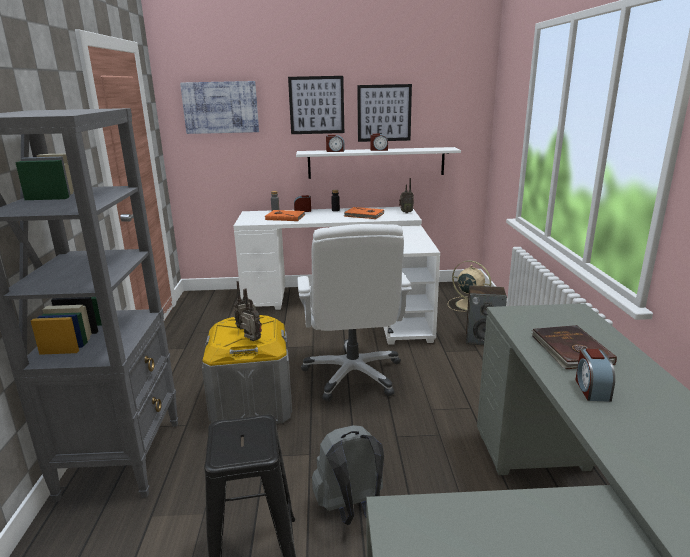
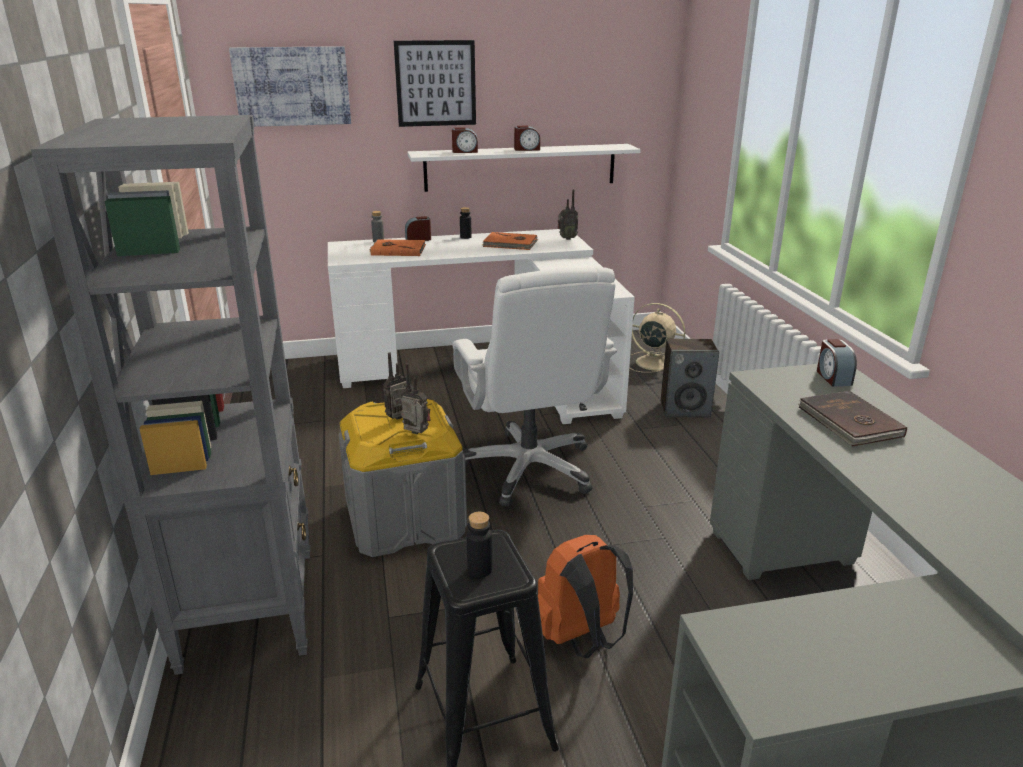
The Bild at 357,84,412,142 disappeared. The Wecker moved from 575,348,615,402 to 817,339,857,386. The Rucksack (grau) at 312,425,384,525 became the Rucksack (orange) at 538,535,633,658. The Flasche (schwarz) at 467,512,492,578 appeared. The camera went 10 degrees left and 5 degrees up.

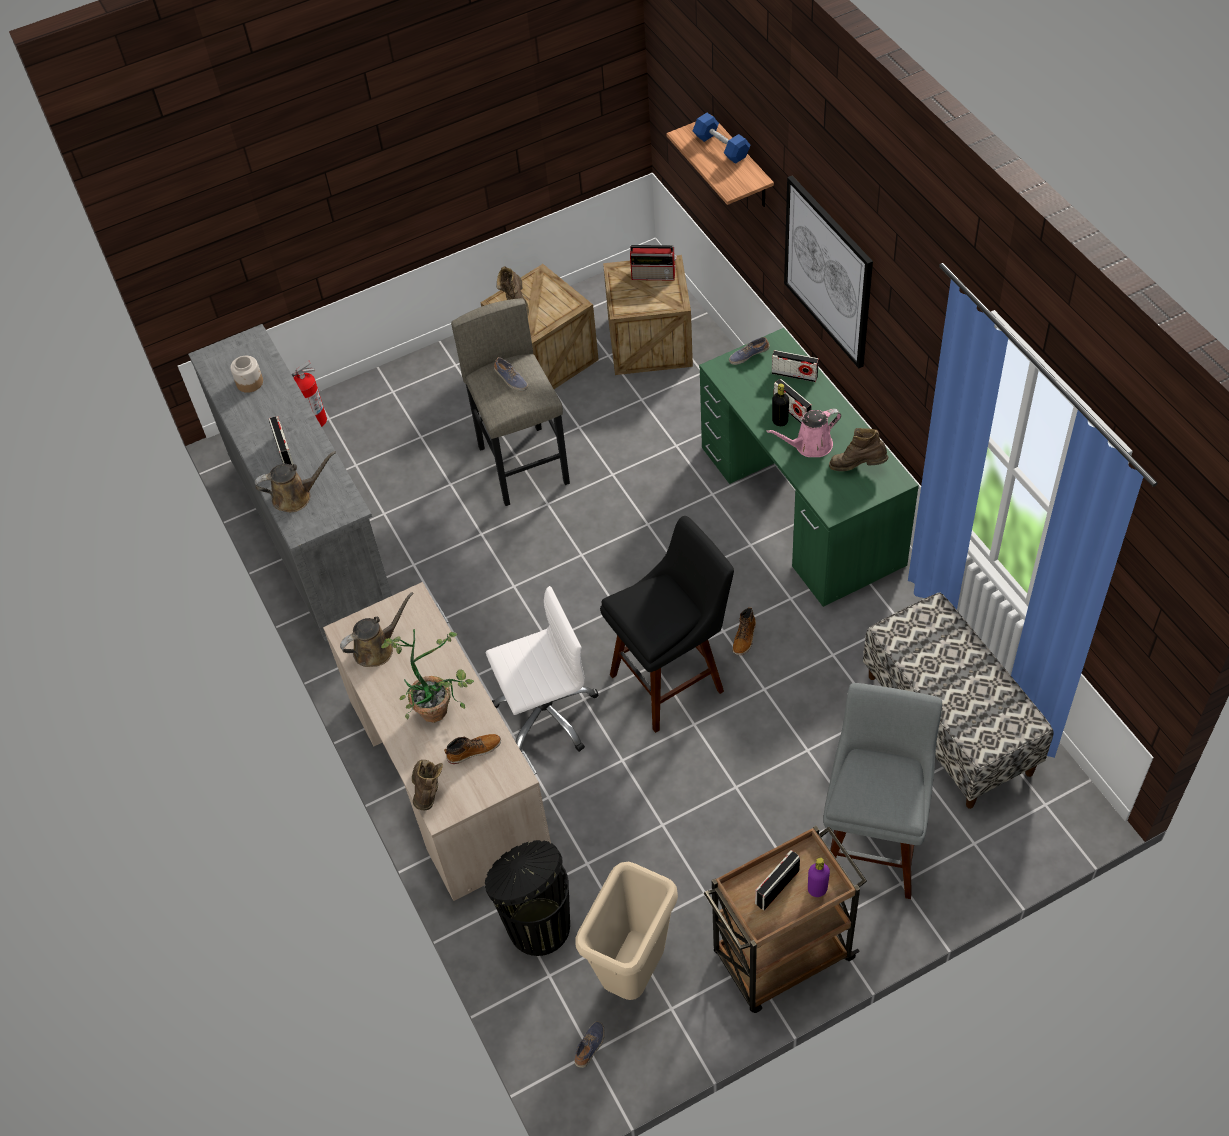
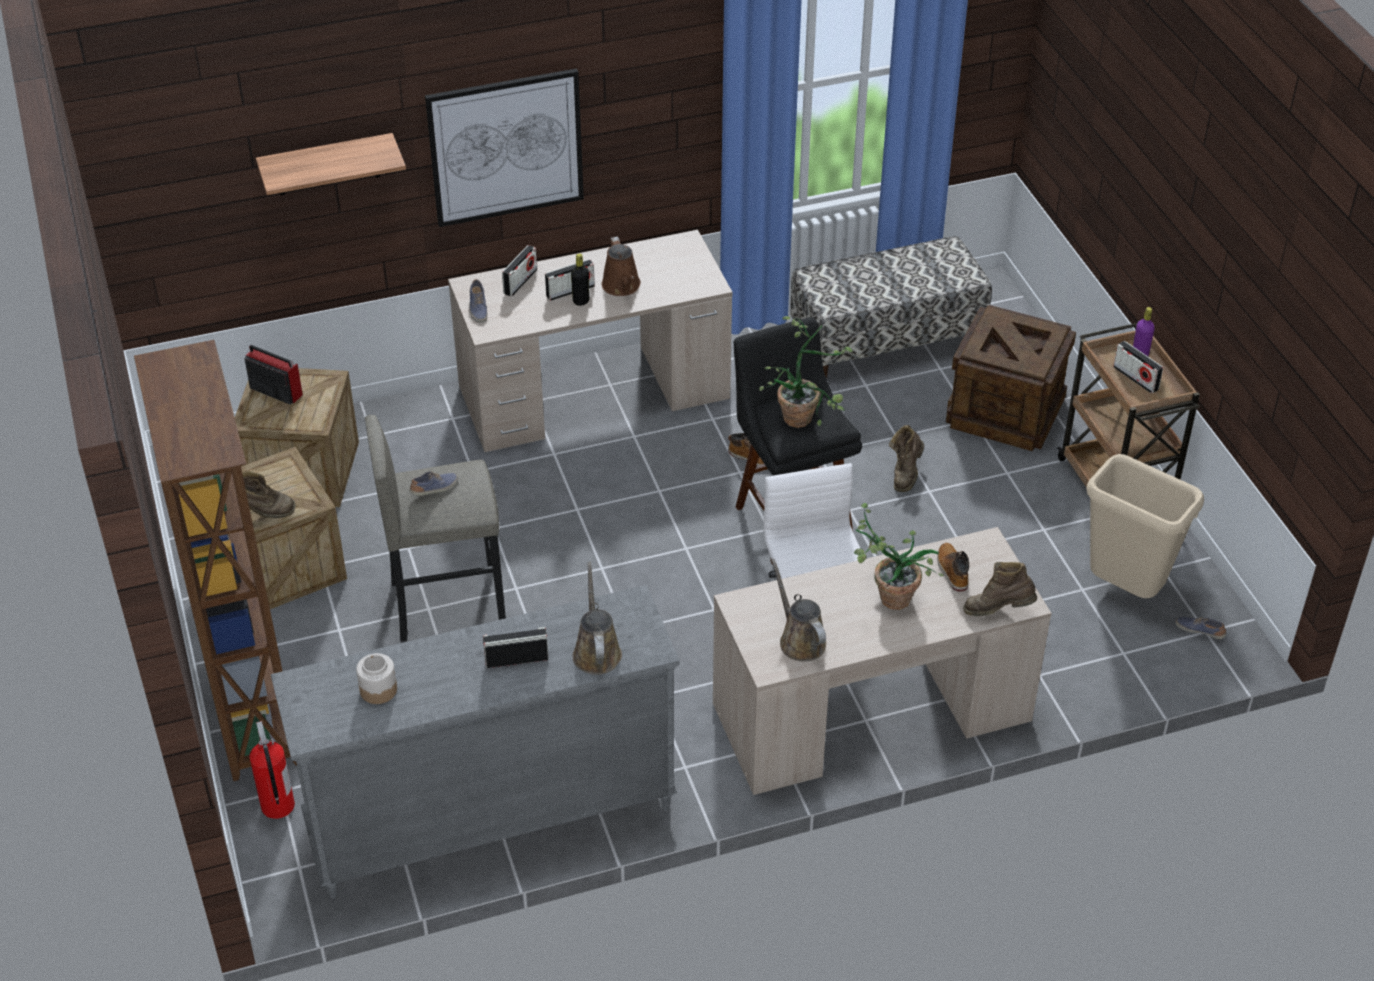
The Hantel (blau) at 693,113,750,164 disappeared. The Radio at 630,245,677,281 turned 75 degrees counterclockwise. The Schreibtisch (grün) at 699,328,919,607 became the Schreibtisch (beige) at 448,230,733,452. The Gießkanne (rosa) at 767,409,841,457 became the Gießkanne (braun) at 602,237,641,296. The Stiefel (braun) moved from 829,428,888,471 to 889,425,924,492. The Hocker (grau) at 823,683,942,899 was replaced by the Kiste at 946,305,1076,451. The Mülleimer (schwarz) at 485,840,570,956 disappeared. The Topfpflanze at 759,316,853,428 appeared. The Bücherregal (braun) at 134,340,297,781 appeared. The camera went 85 degrees left and 10 degrees down.

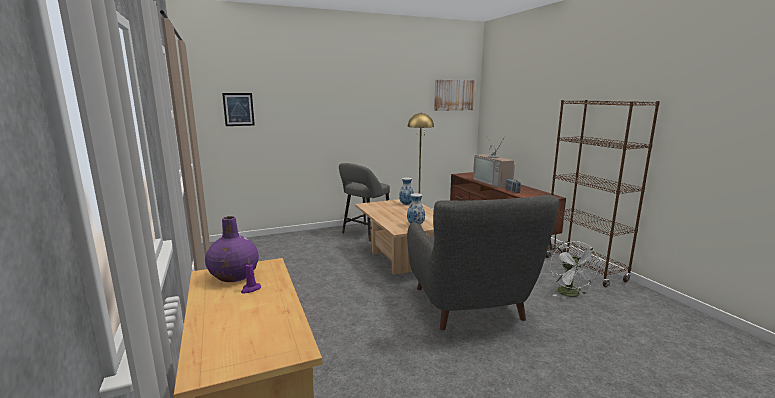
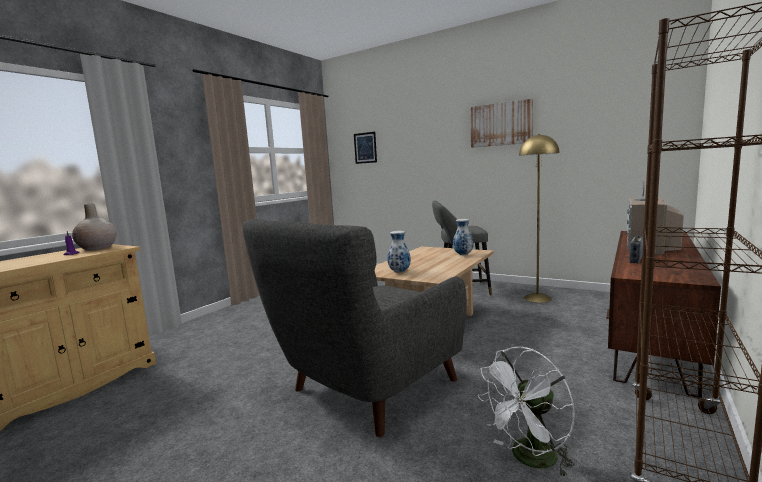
The Bild moved from 434,80,475,111 to 470,99,533,148. The Vase (lila) at 205,216,259,282 became the Vase (beige) at 72,203,117,251. The camera went 55 degrees right and 5 degrees down.

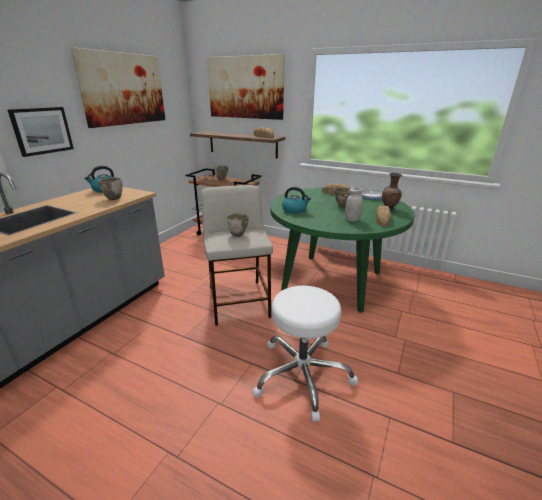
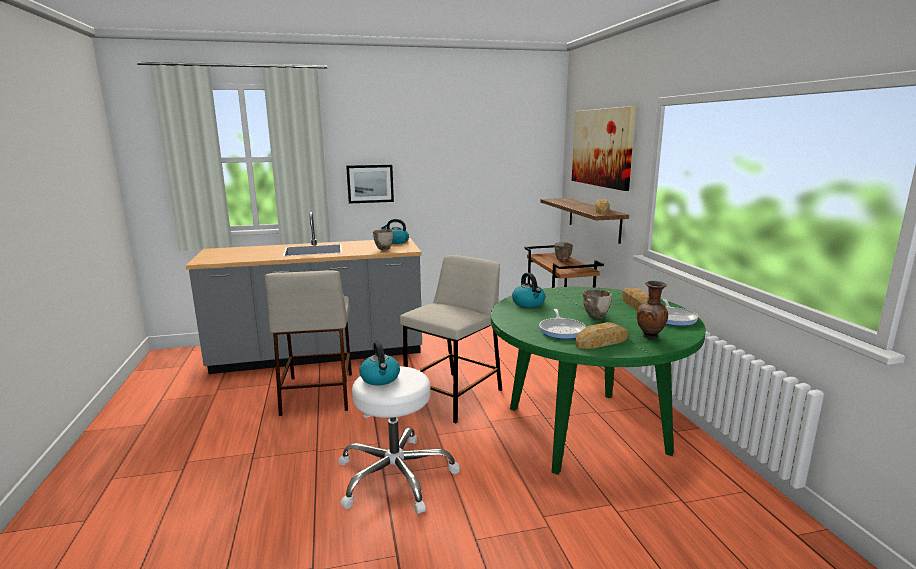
The Bild at 71,47,165,128 disappeared. The Vorratsglas (weiß) at 345,188,363,221 was replaced by the Pfanne at 539,309,586,339. The Schüssel at 227,213,249,237 disappeared. The Hocker (beige) at 265,270,352,416 appeared. The Wasserkessel at 359,341,400,385 appeared. The camera went 50 degrees right and 10 degrees down.

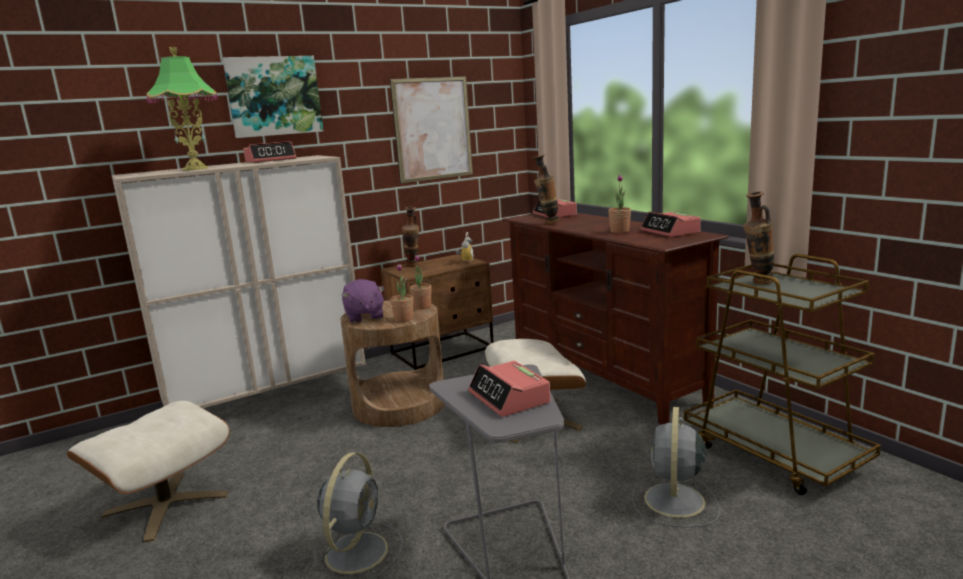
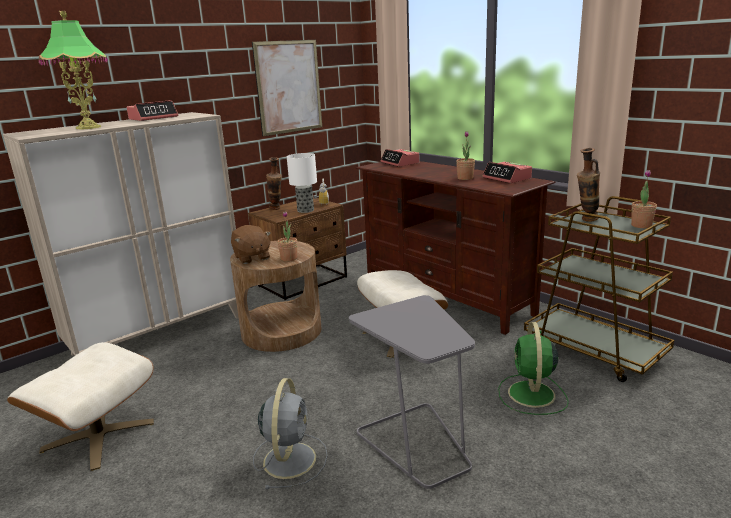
The Bild at 223,56,323,138 disappeared. The Vase at 533,155,560,224 disappeared. The Topfpflanze moved from 410,255,431,309 to 631,170,657,228. The Plüschtier (lila) at 342,279,385,323 became the Plüschtier (braun) at 231,225,271,264. The Wecker at 468,361,551,417 disappeared. The Ventilator (grau) at 632,407,720,528 became the Ventilator (grün) at 498,322,569,415. The Tischlampe at 287,153,317,213 appeared. The camera went 10 degrees left and 5 degrees up.

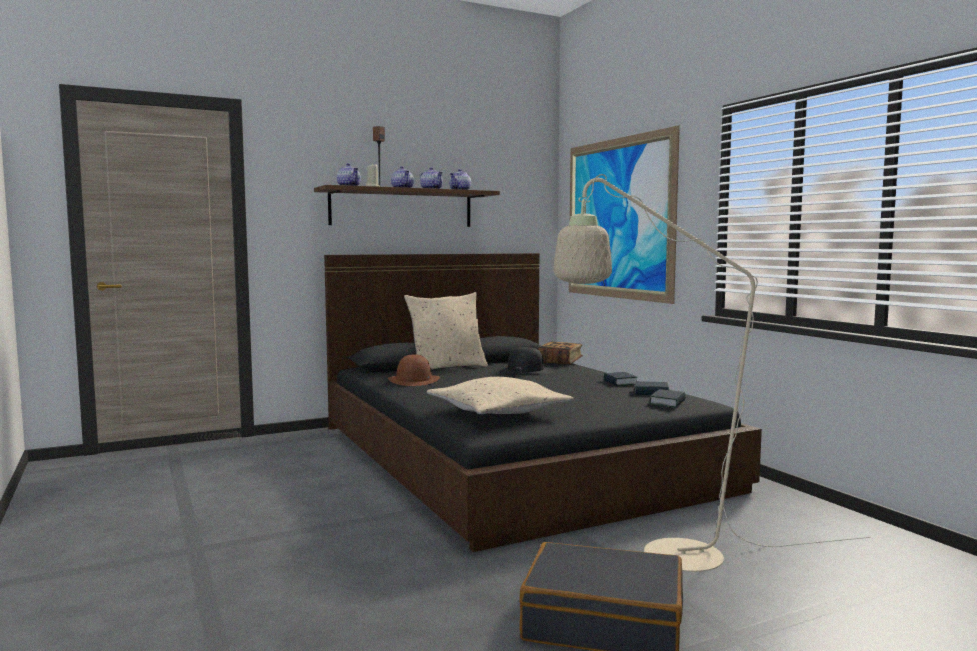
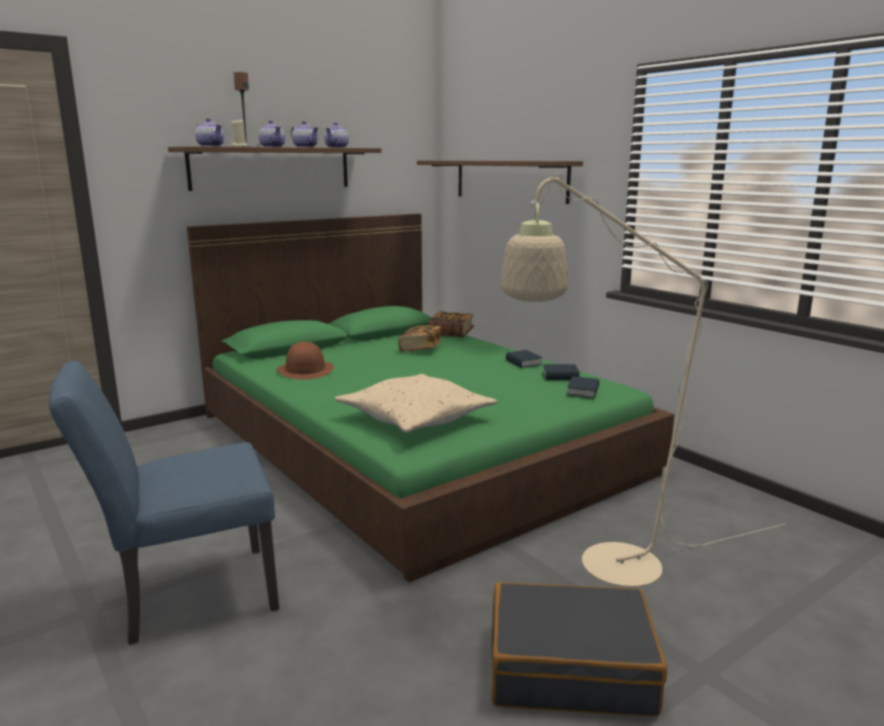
The Bild at 569,125,680,304 was replaced by the Wandregal at 417,160,583,204. The Bett (schwarz) at 324,253,762,552 became the Bett (grün) at 187,213,675,582. The Kissen (beige) at 404,292,488,369 disappeared. The Hut (schwarz) at 500,347,552,374 was replaced by the Buch at 398,325,442,352. The Stuhl (blau) at 49,361,279,645 appeared. The camera went 10 degrees left and 10 degrees up.

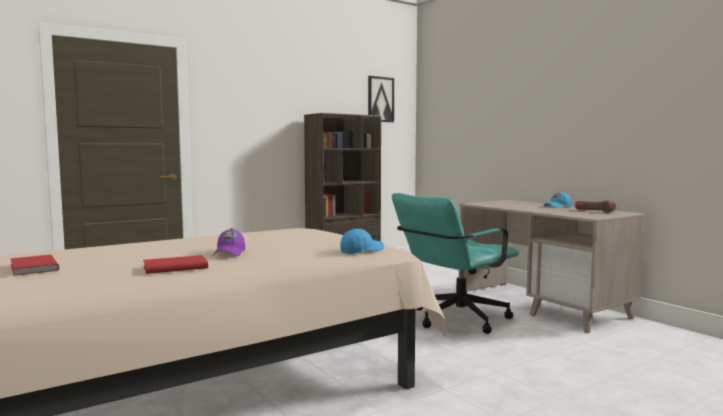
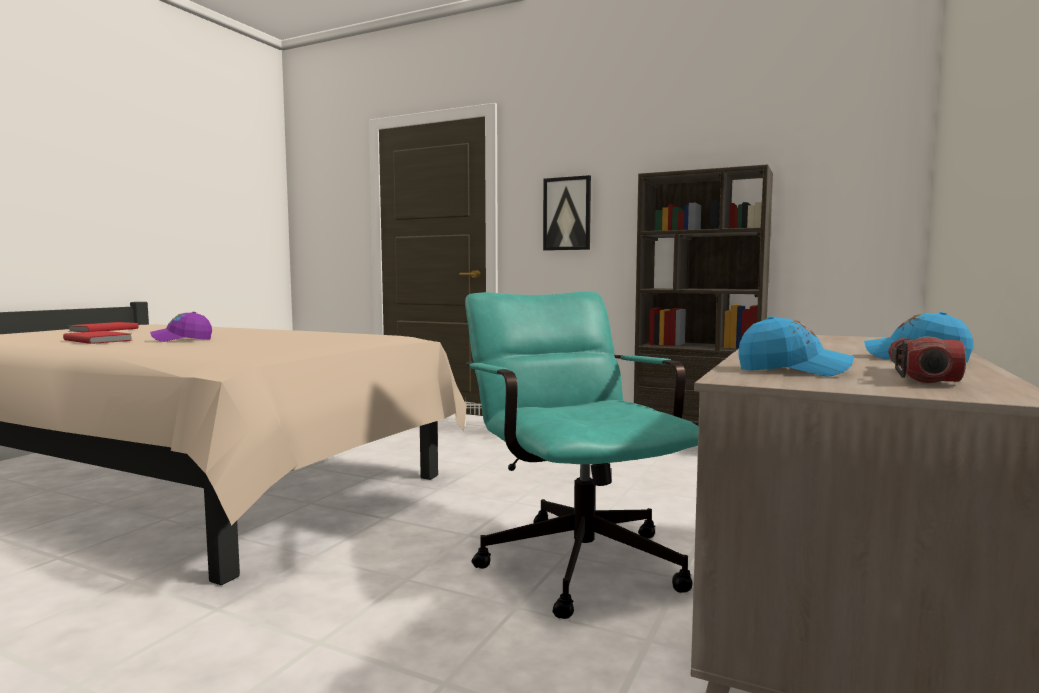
The Bild moved from 368,76,394,122 to 543,175,591,251. The Bürostuhl (türkis) at 392,193,519,334 turned 45 degrees clockwise. The Kappe (blau) moved from 340,228,384,254 to 738,316,855,377. The camera went 60 degrees right and 0 degrees up.

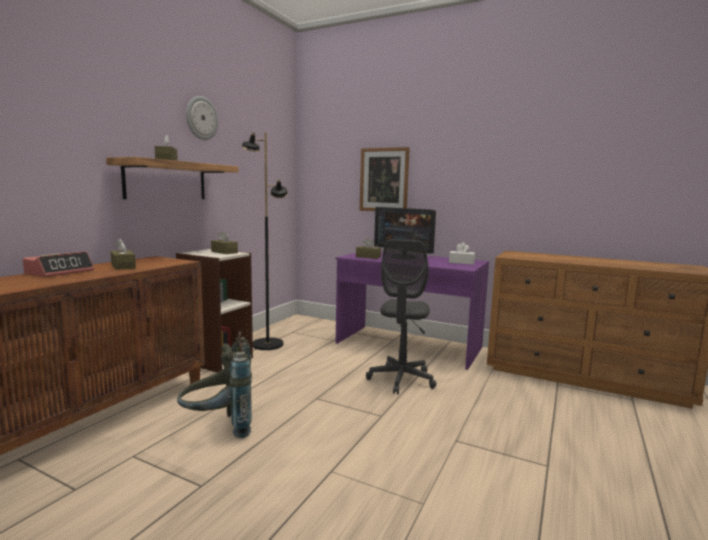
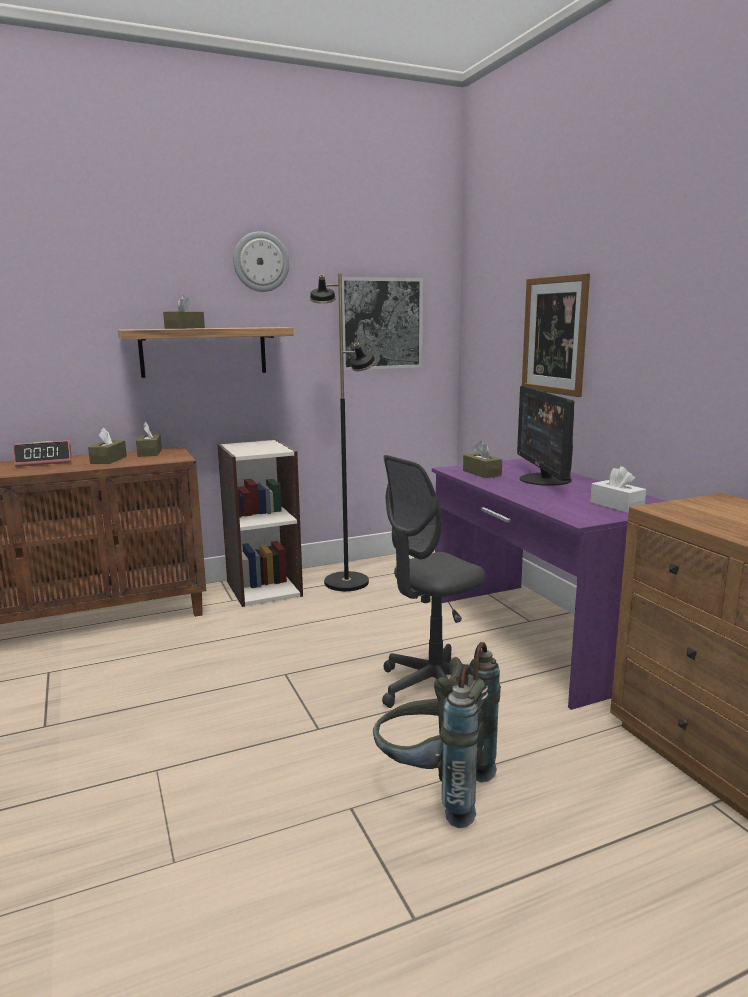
The Taschentuchbox (braun) moved from 211,230,238,254 to 136,422,162,457. The Rucksack (grau) moved from 177,331,252,438 to 373,642,501,828. The Bild at 342,277,423,370 appeared. The camera went 40 degrees right and 5 degrees up.

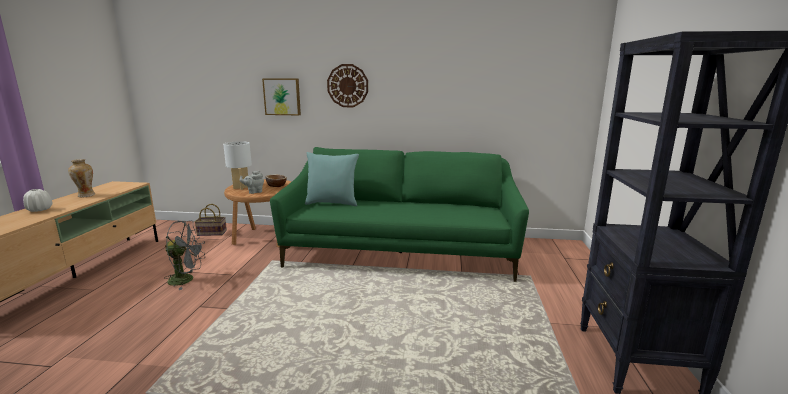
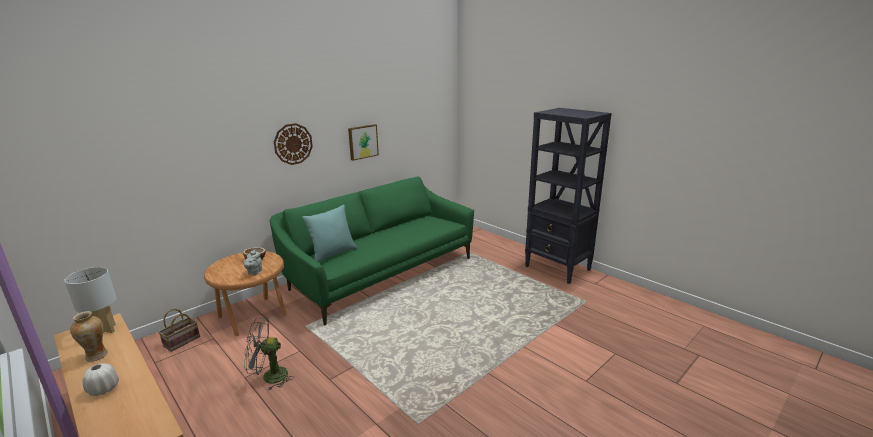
The Bild moved from 262,78,301,115 to 348,124,379,161. The Tischlampe (weiß) moved from 223,141,252,190 to 64,267,116,333. The Ventilator (grau) at 165,221,205,290 turned 135 degrees counterclockwise. The camera went 50 degrees left and 5 degrees up.

